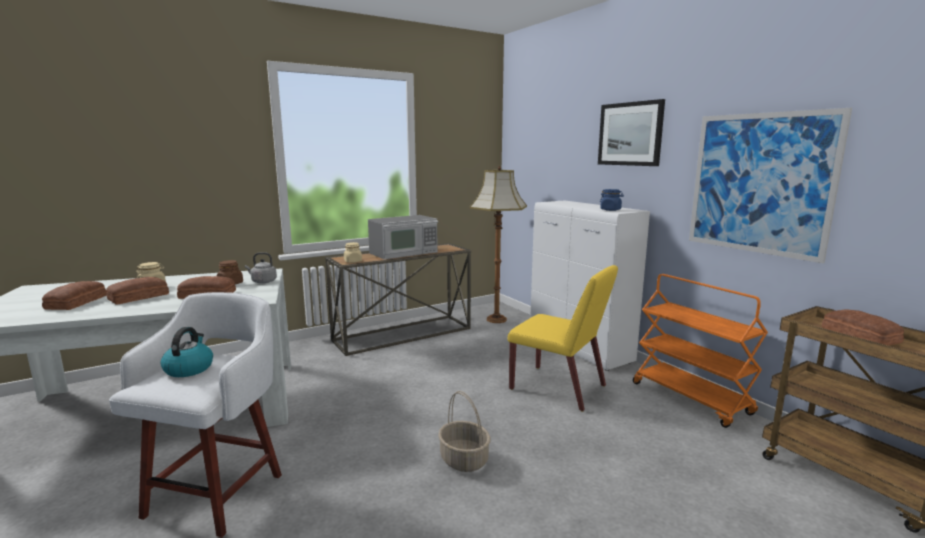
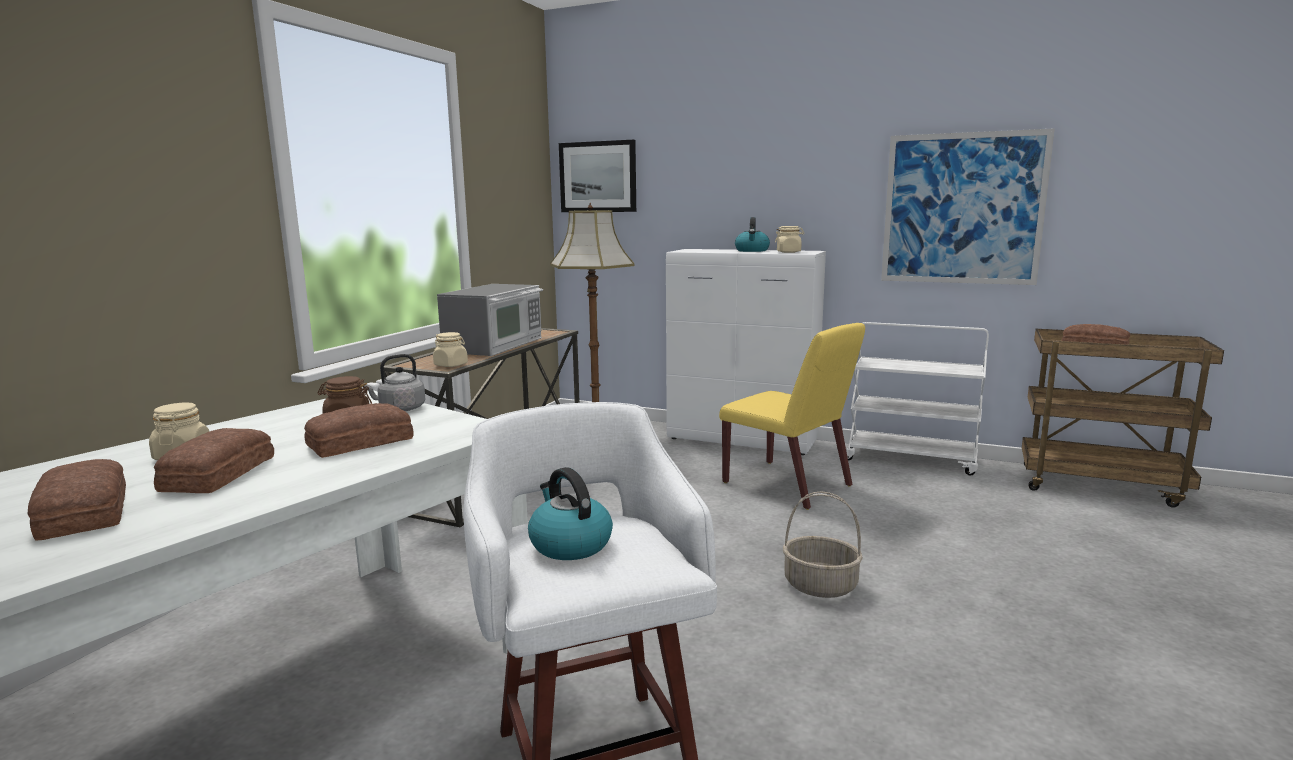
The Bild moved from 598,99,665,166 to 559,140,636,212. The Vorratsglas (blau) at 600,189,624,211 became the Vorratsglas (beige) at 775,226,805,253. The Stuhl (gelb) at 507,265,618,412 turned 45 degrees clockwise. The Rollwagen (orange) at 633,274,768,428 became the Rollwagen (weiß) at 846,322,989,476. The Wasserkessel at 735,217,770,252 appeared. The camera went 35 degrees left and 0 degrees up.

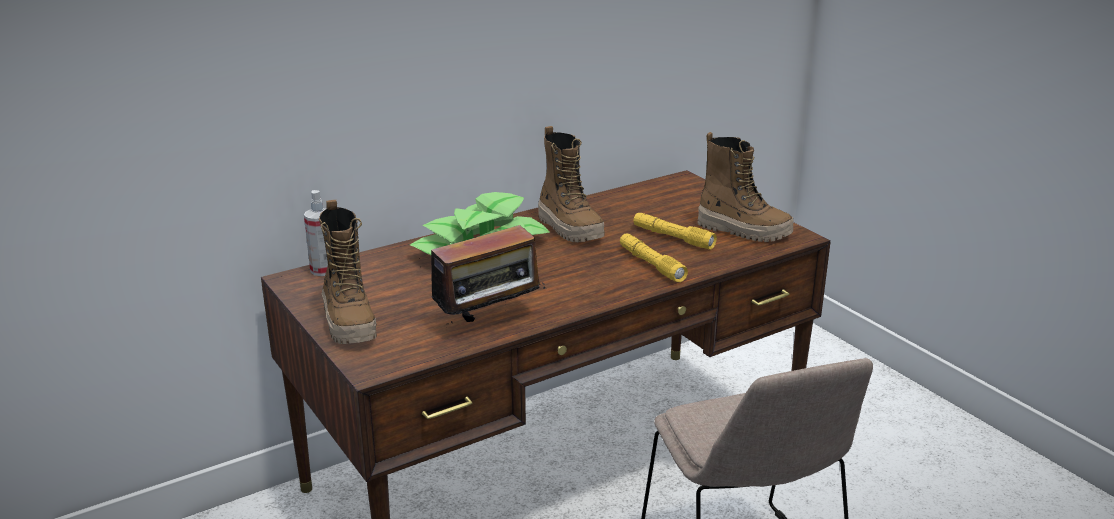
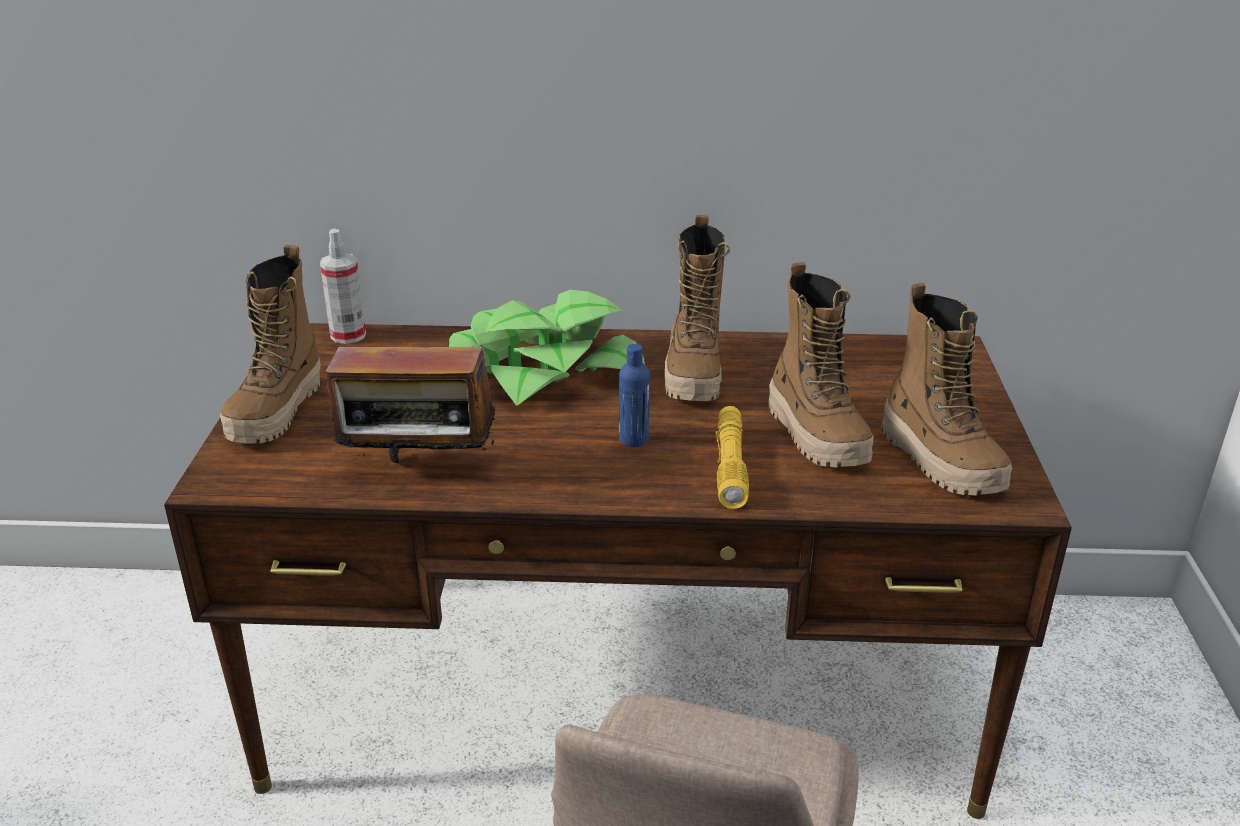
The Taschenlampe (gelb) at 633,213,717,249 was replaced by the Stiefel at 768,262,874,467. The Flasche (blau) at 619,344,650,447 appeared. The camera went 35 degrees right and 5 degrees up.

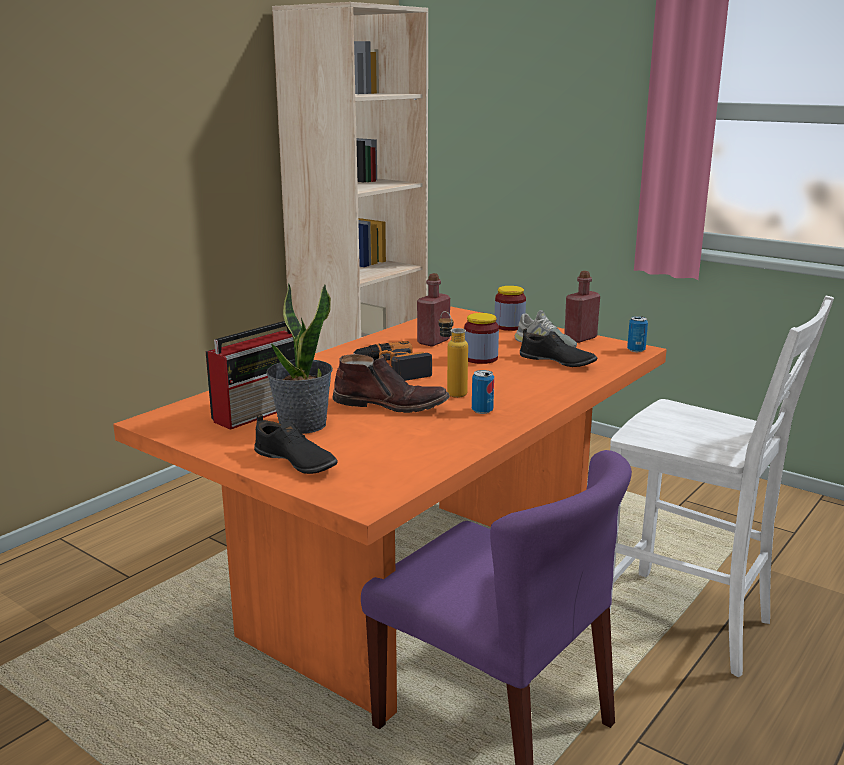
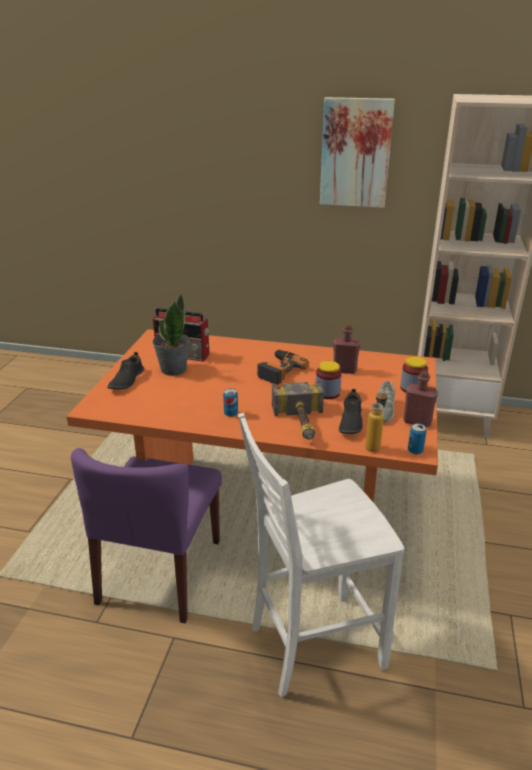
The Stuhl (weiß) at 610,296,834,677 turned 60 degrees clockwise. The Flasche moved from 439,311,468,398 to 365,389,388,452. The Stiefel (braun) at 332,354,450,413 disappeared. The Bild at 320,97,395,208 appeared. The Hammer at 272,381,324,440 appeared. The camera went 65 degrees right and 10 degrees up.

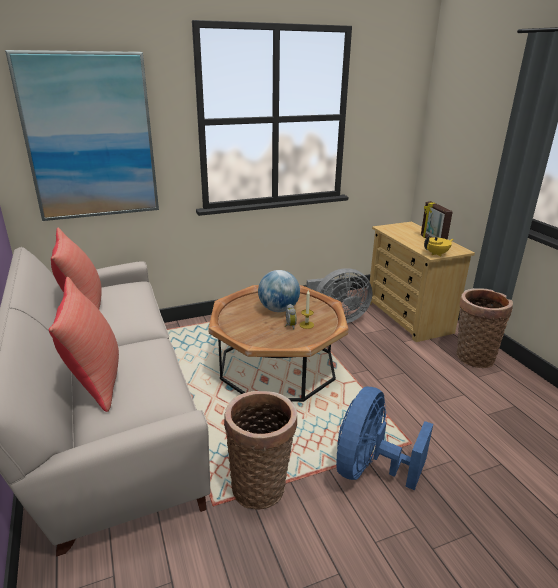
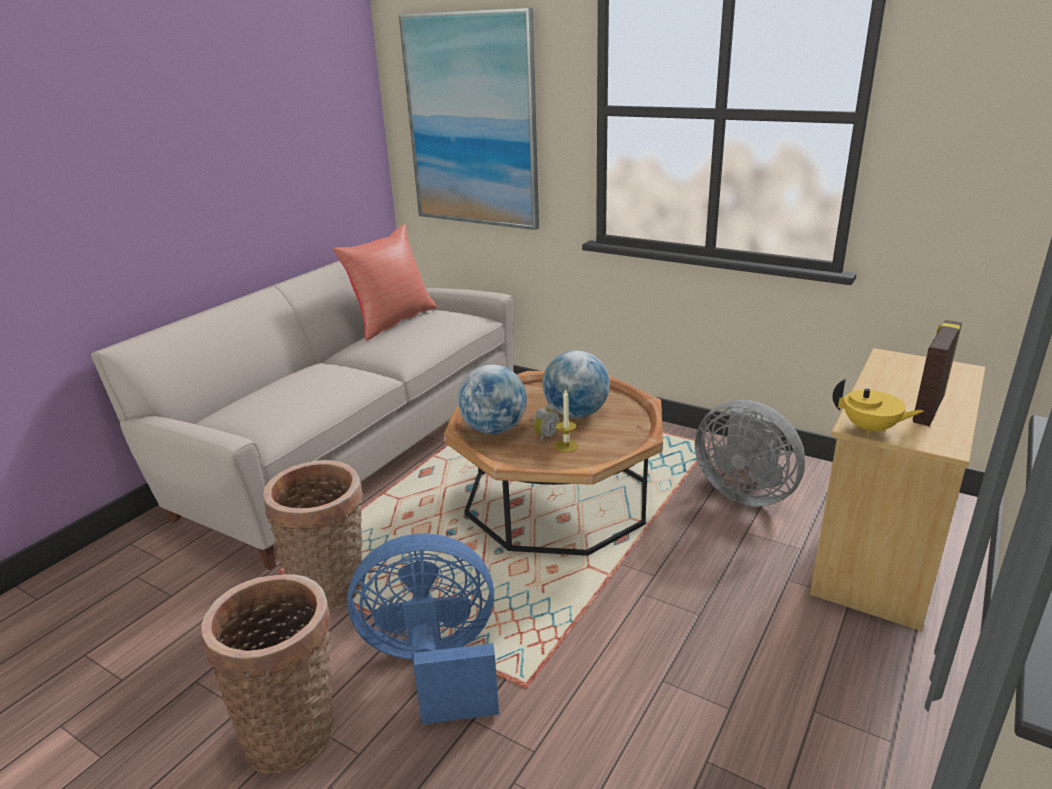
The Kissen (rot) at 49,277,119,412 disappeared. The Korb moved from 457,288,513,368 to 201,574,334,774. The Globus at 457,365,527,434 appeared. The camera went 55 degrees right and 0 degrees up.

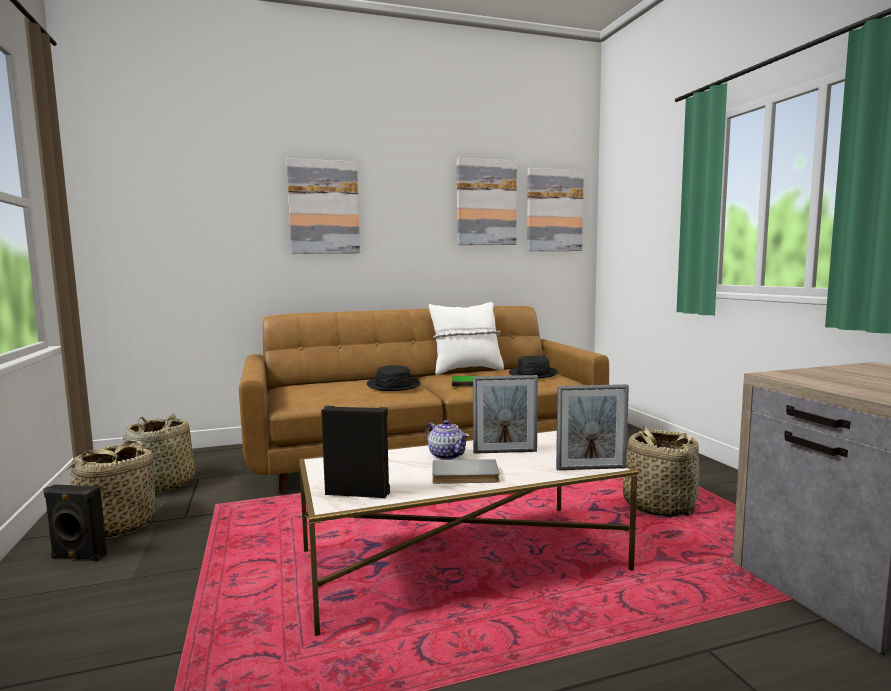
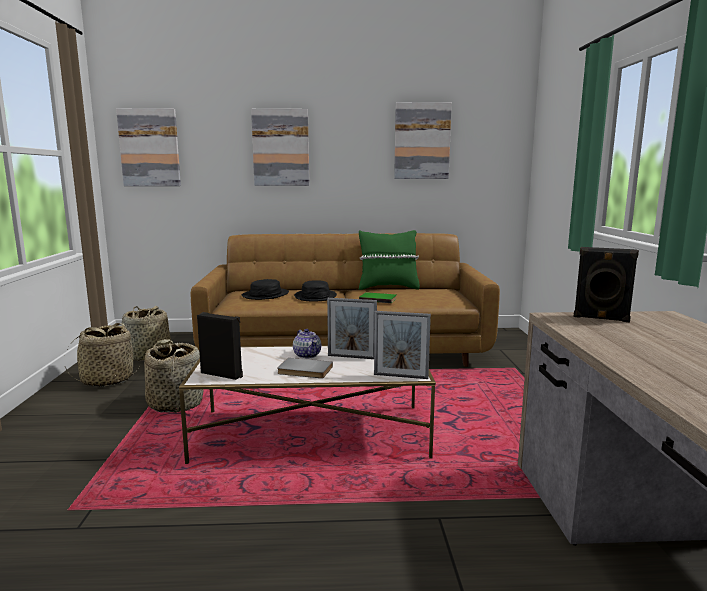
The Bild moved from 527,168,584,251 to 116,108,181,186. The Kissen (weiß) at 429,302,504,375 became the Kissen (grün) at 359,230,420,290. The Hut (schwarz) moved from 509,355,558,378 to 242,279,289,300. The Korb moved from 621,426,701,518 to 144,339,204,413. The Lautsprecher (schwarz) moved from 43,484,107,561 to 574,247,639,322. The camera went 15 degrees right and 5 degrees up.

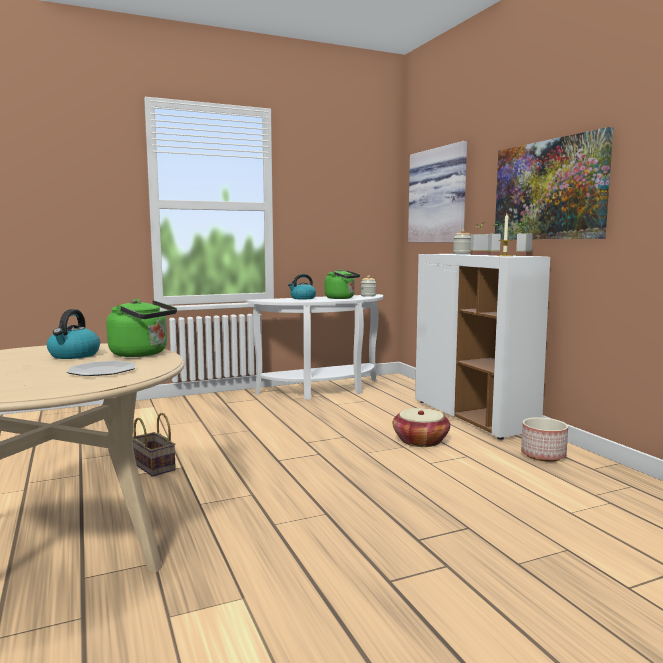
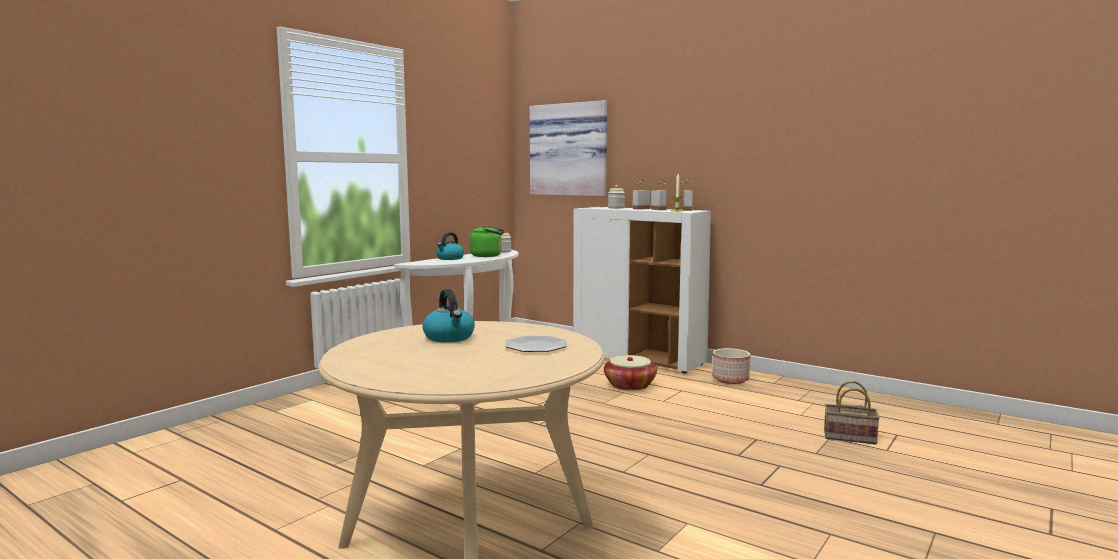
The Bild at 495,127,614,239 disappeared. The Wasserkessel (grün) at 106,299,177,357 disappeared. The Korb moved from 133,413,176,477 to 824,381,880,445. The camera went 30 degrees left and 0 degrees up.

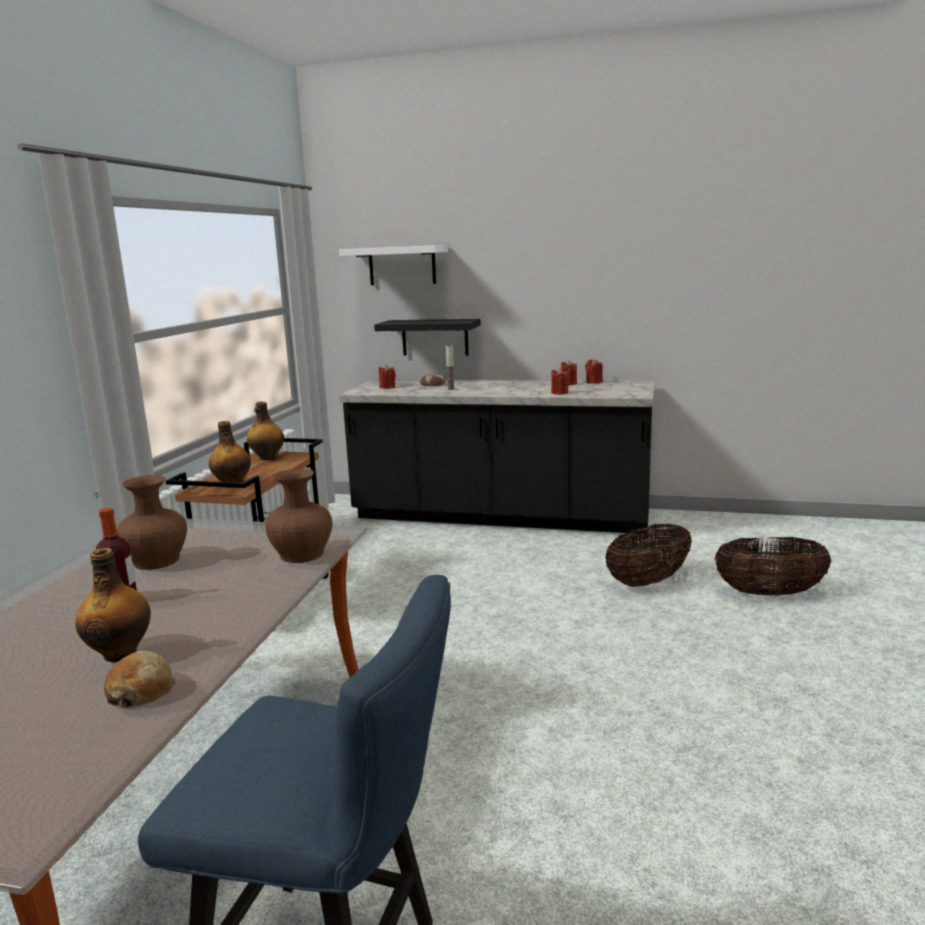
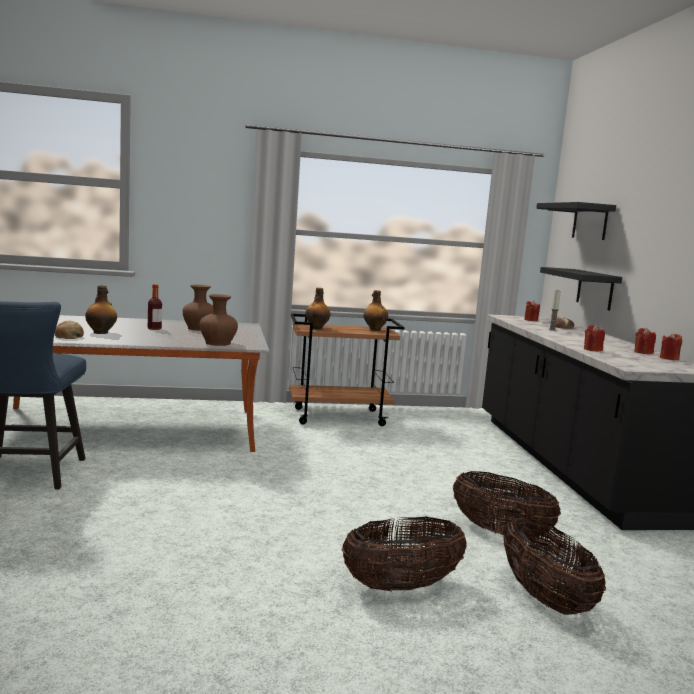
The Wandregal (weiß) at 339,245,448,285 became the Wandregal (schwarz) at 536,202,616,240. The Korb at 342,517,467,591 appeared. The camera went 65 degrees right and 5 degrees down.

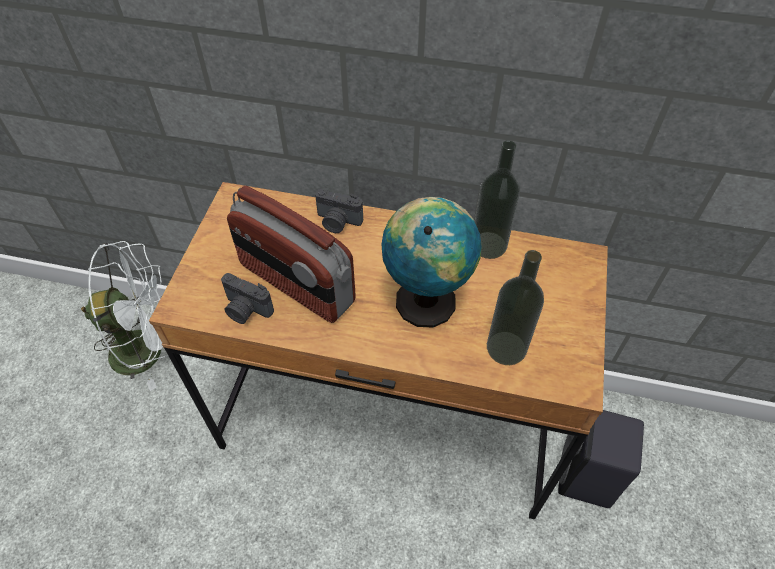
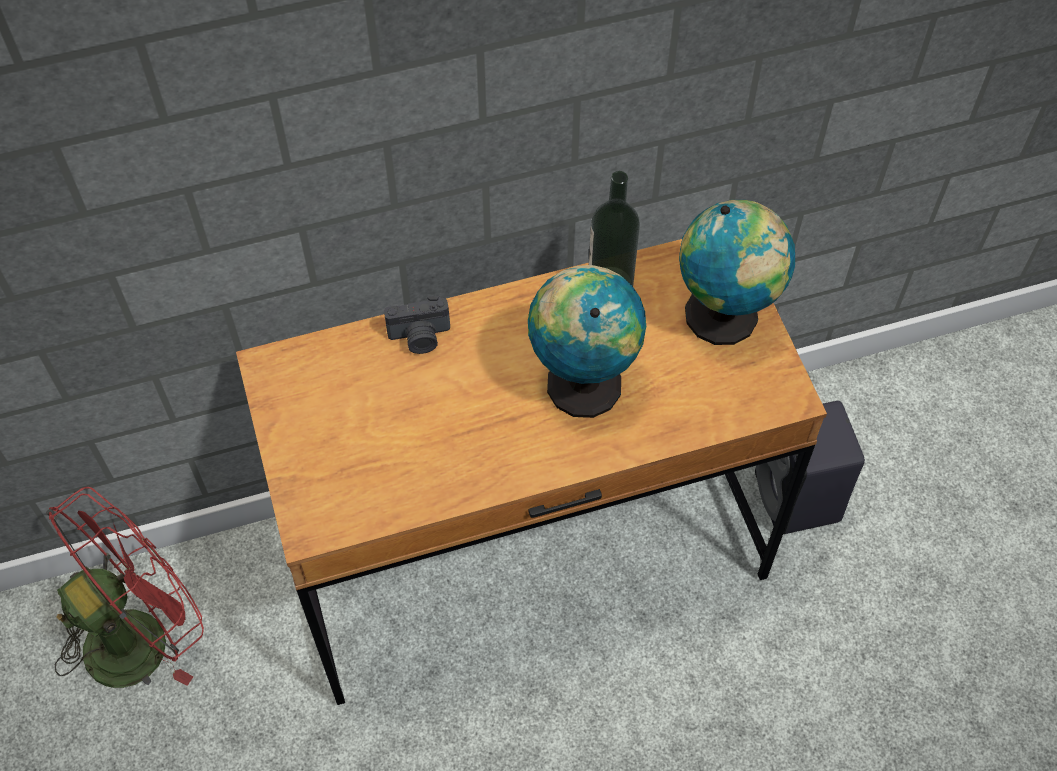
The Radio at 227,186,356,323 disappeared. The Ventilator (weiß) at 81,241,168,391 became the Ventilator (rot) at 46,487,204,688. The Flasche at 487,250,544,365 disappeared. The Kamera at 221,273,274,324 disappeared. The Globus at 679,200,795,345 appeared. The camera went 30 degrees left and 5 degrees up.

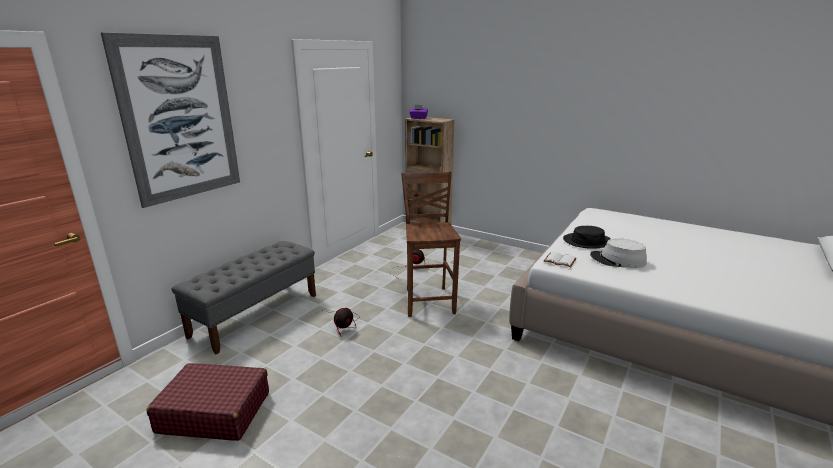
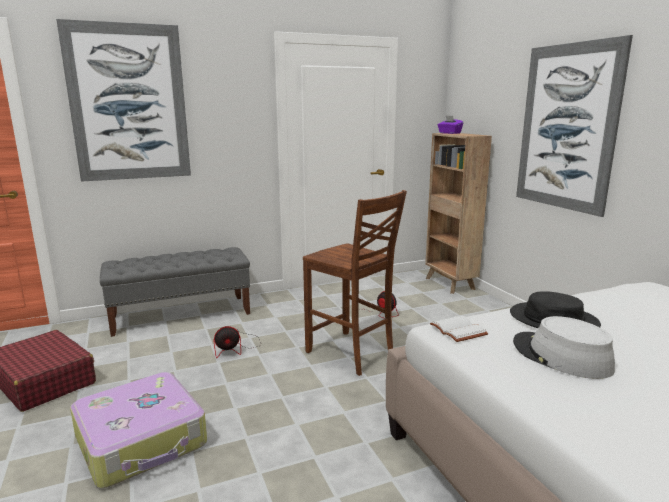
The Stuhl (braun) at 401,171,461,317 turned 105 degrees clockwise. The Bild at 516,35,633,217 appeared. The Koffer at 70,372,207,488 appeared. The camera went 35 degrees right and 5 degrees down.

